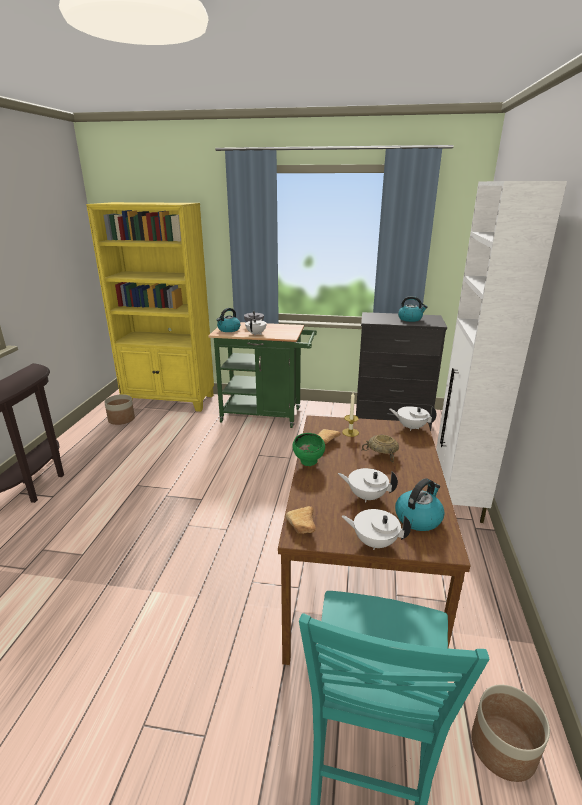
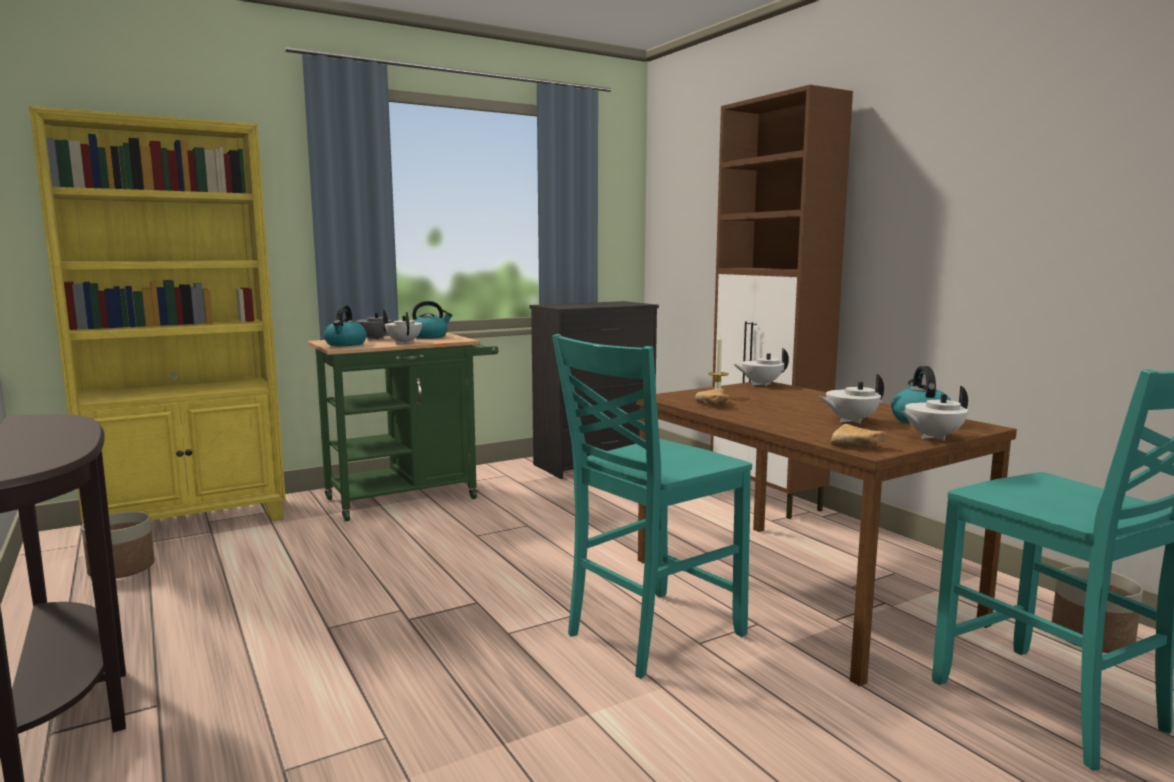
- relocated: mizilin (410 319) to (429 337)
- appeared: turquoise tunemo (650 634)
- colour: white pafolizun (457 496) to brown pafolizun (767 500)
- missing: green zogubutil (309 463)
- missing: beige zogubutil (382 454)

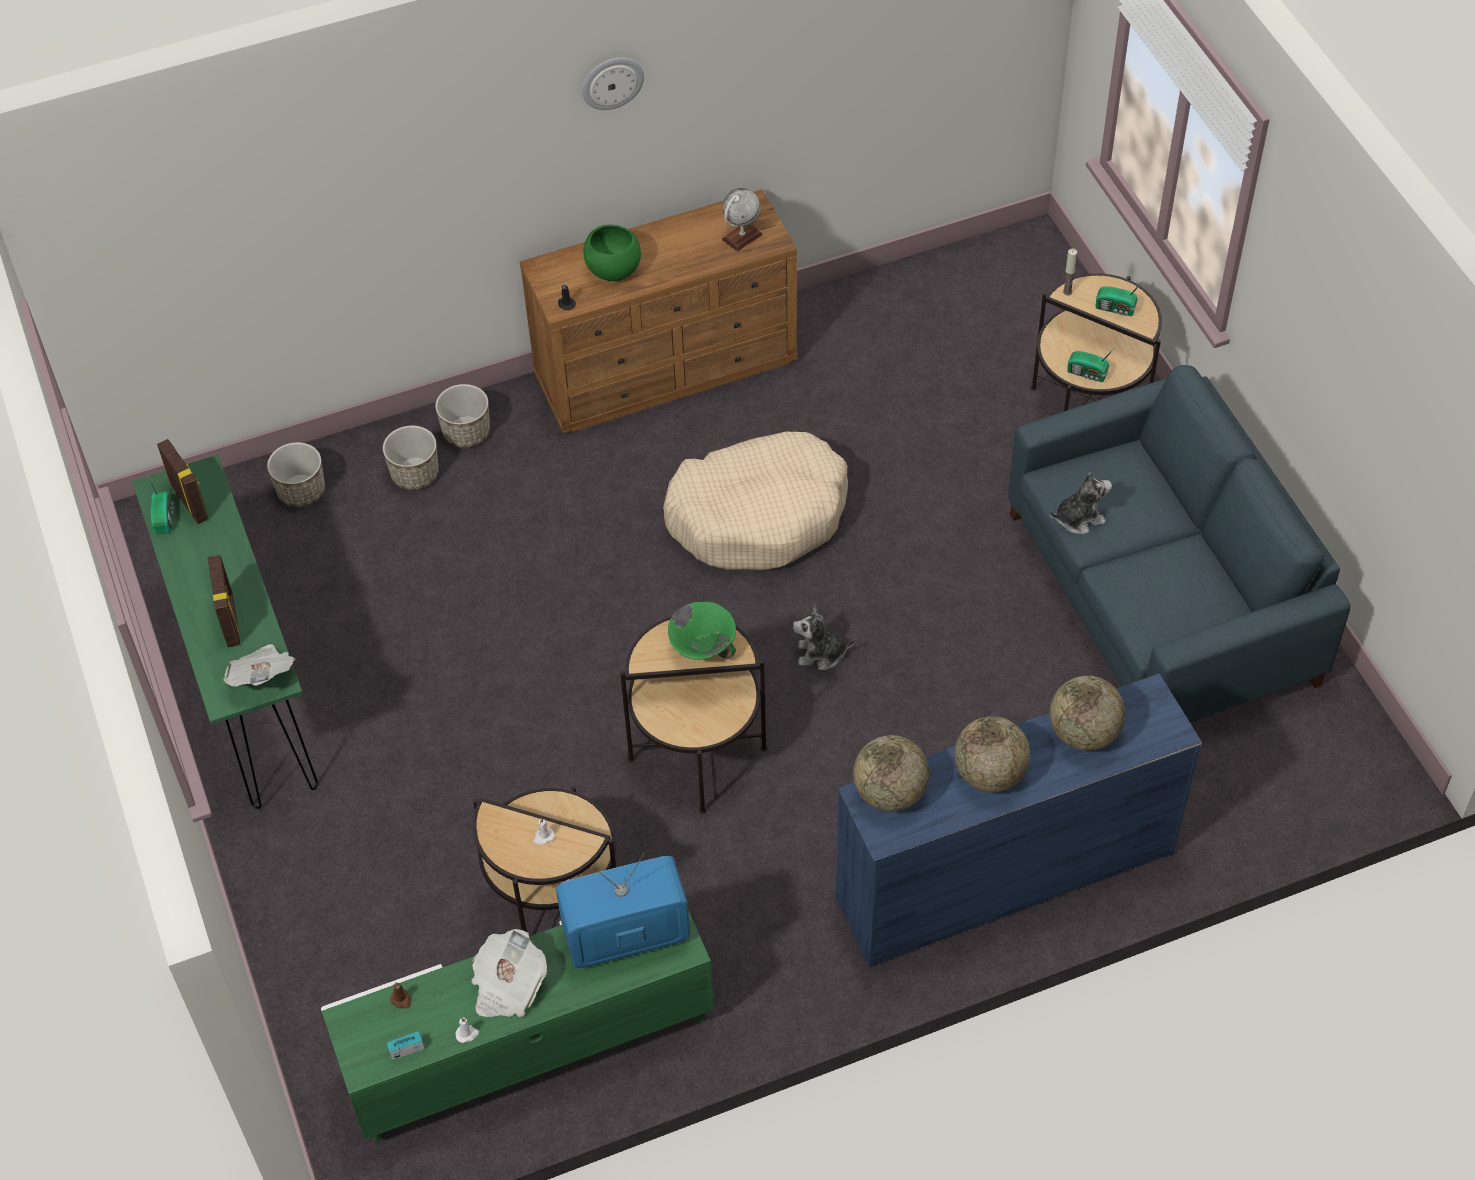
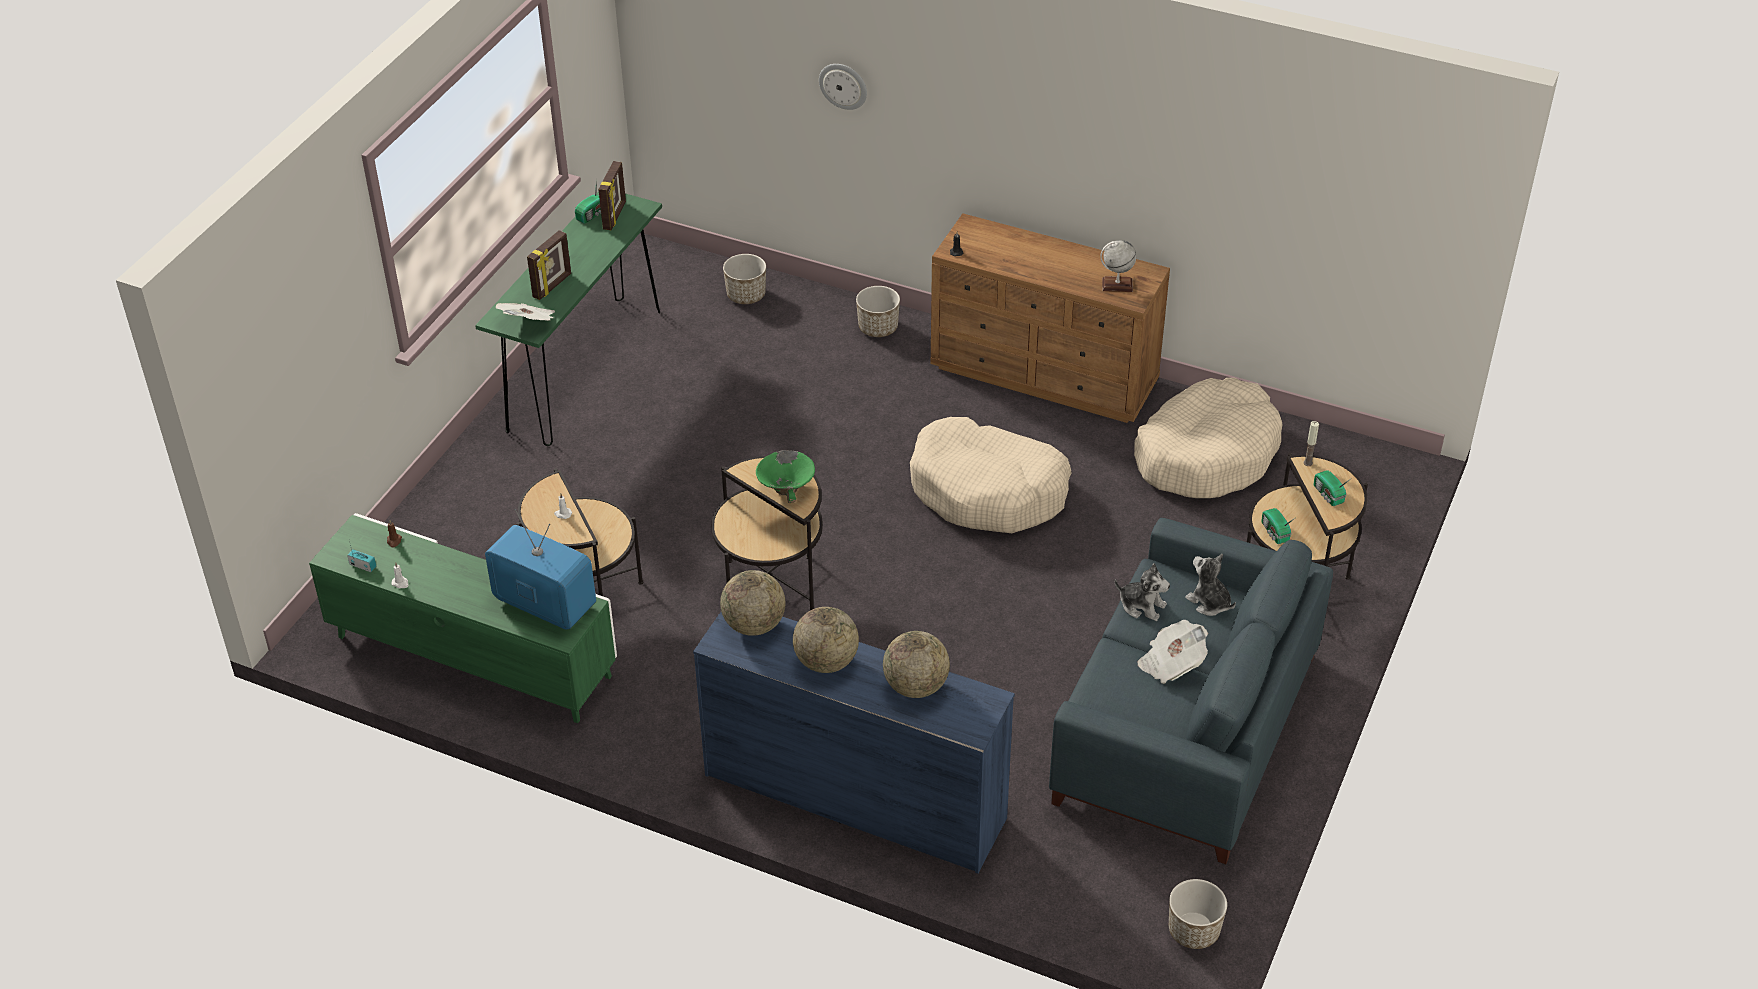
- relocated: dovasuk (612 82) to (843 85)
- appeared: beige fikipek (1206 454)
- relocated: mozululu (507 986) to (1171 663)
- relocated: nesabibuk (415 474) to (1193 931)
- relocated: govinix (820 654) to (1209 602)
- missing: green zogubutil (612 269)

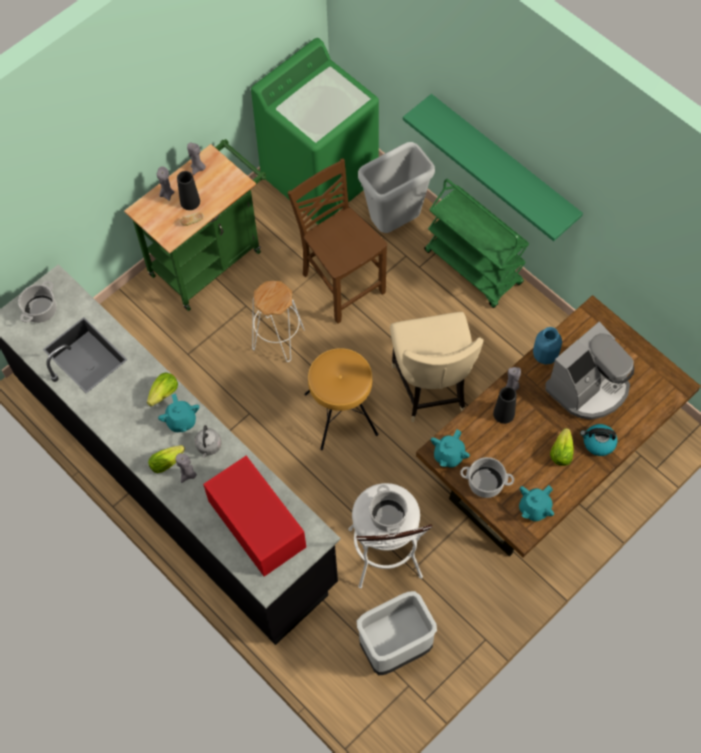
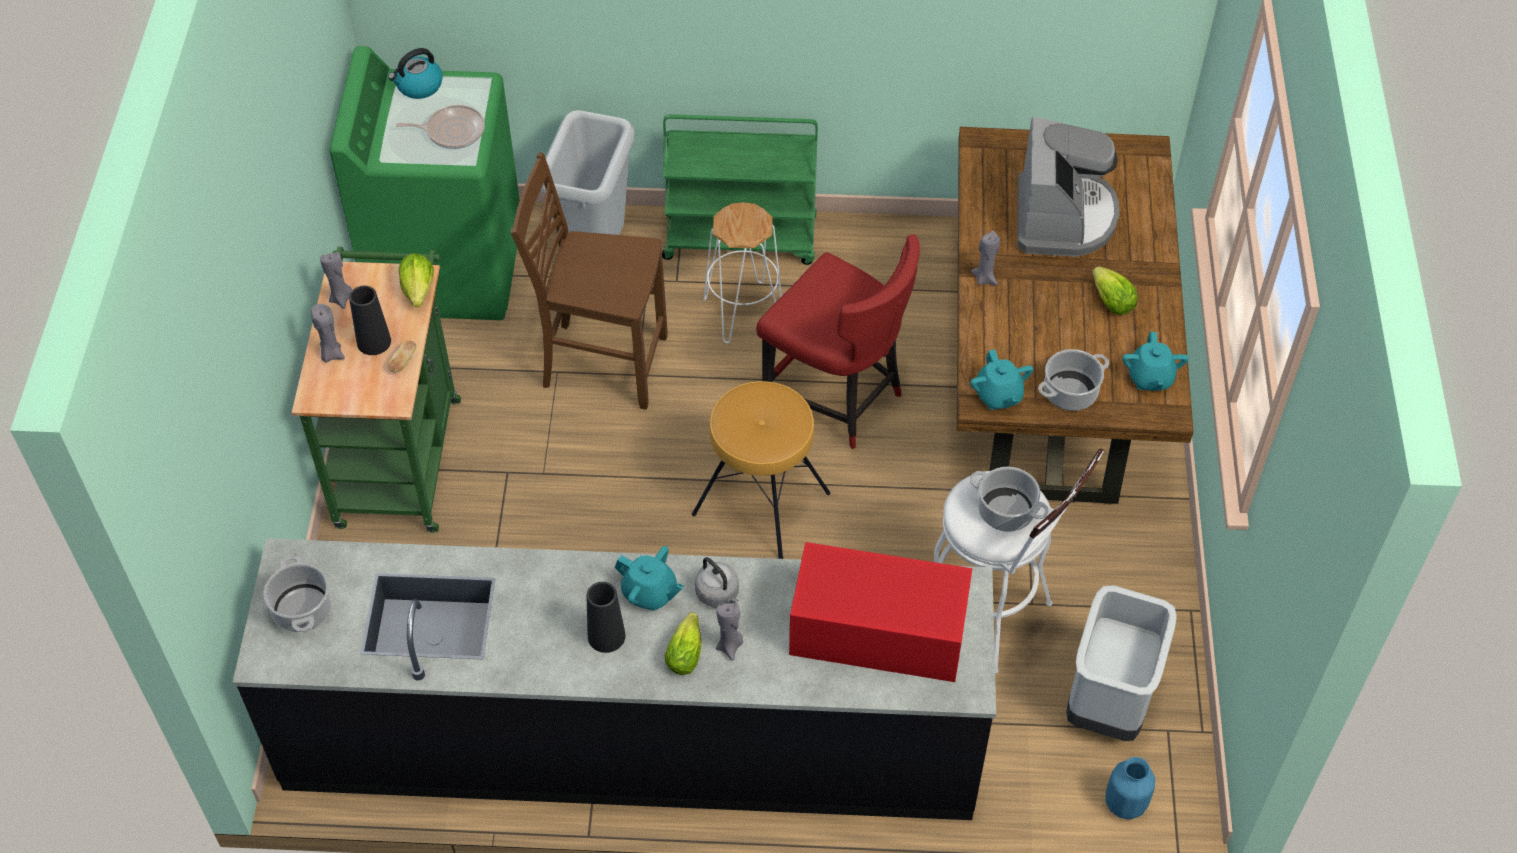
- relocated: mizilin (598 443) to (419 86)
- appeared: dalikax (452 131)
- relocated: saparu (164 393) to (418 290)
- relocated: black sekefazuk (504 413) to (606 636)
- relocated: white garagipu (278 338) to (743 312)
- colour: beige tunemo (431 390) to red tunemo (836 399)
- relocated: blue sekefazuk (545 356) to (1126 804)
- missing: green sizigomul (503 162)

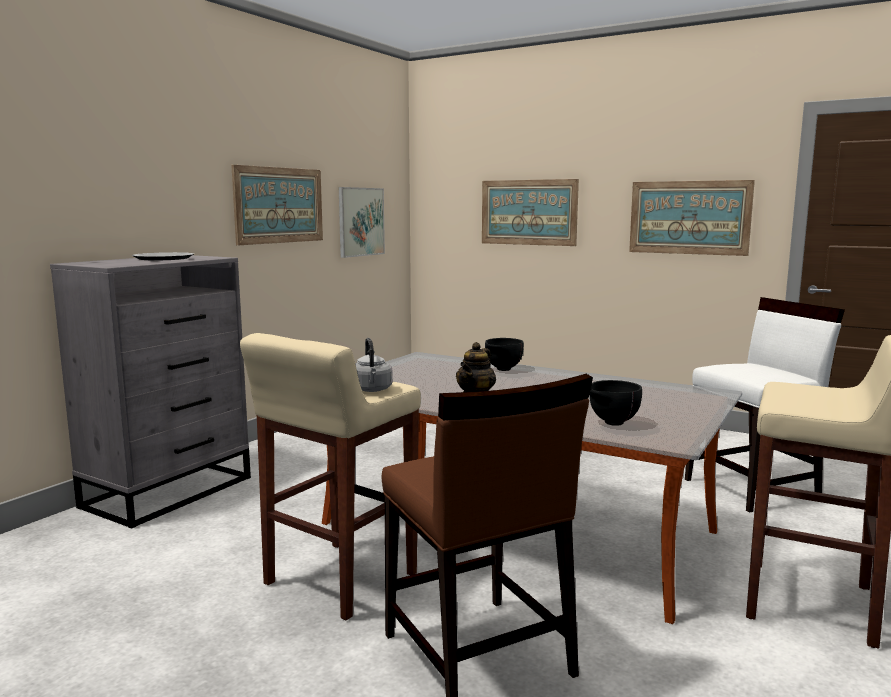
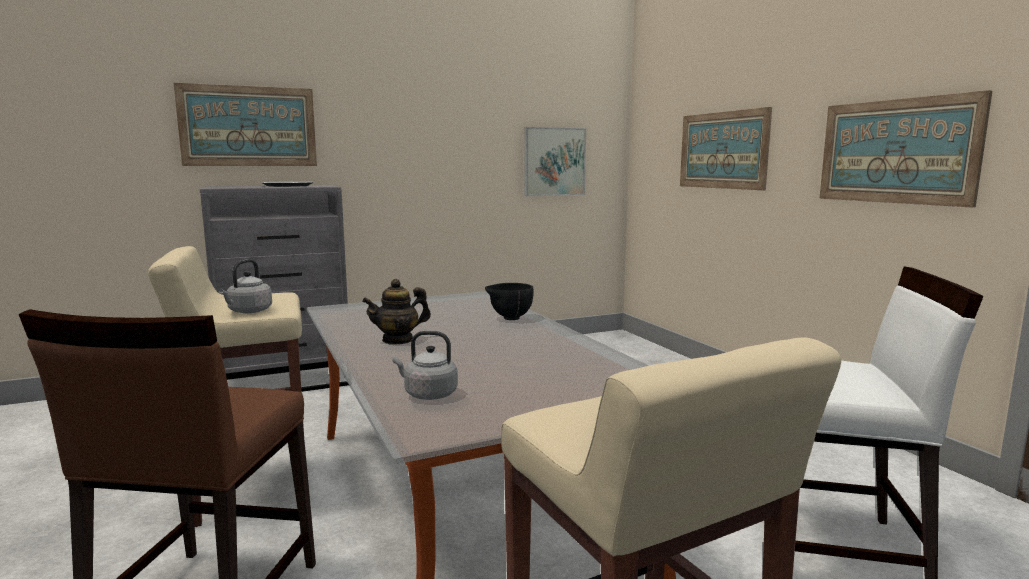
- relocated: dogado (279 205) to (248 126)
- exchanged: black zogubutil (611 423) to grey mizilin (428 394)

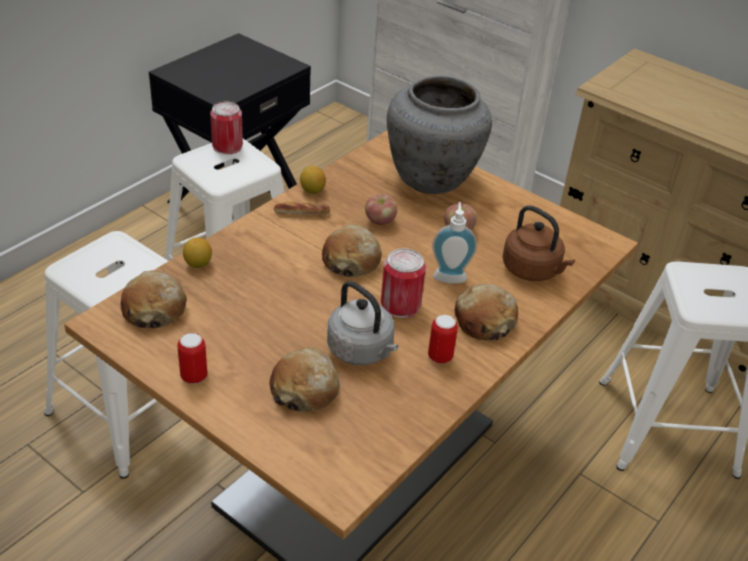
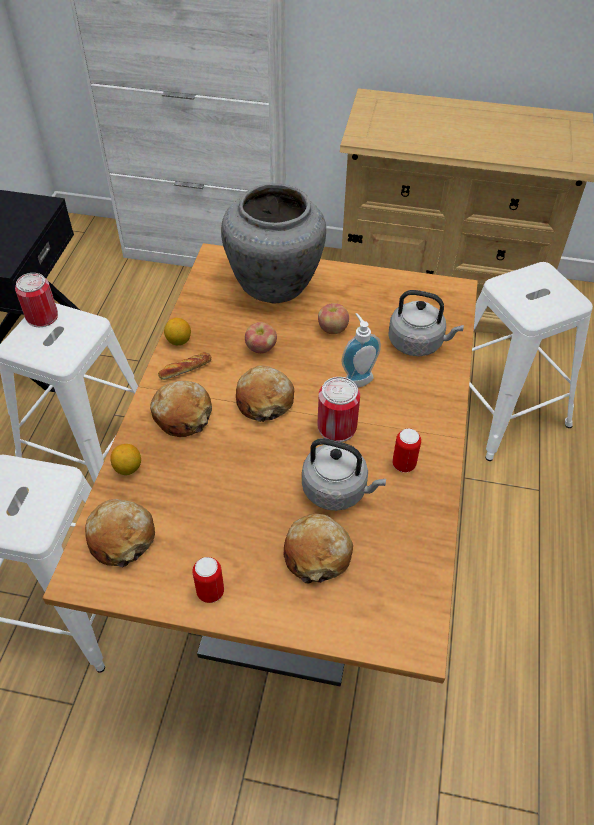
- relocated: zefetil (484 321) to (182 415)
- colour: brown mizilin (533 270) to grey mizilin (418 343)

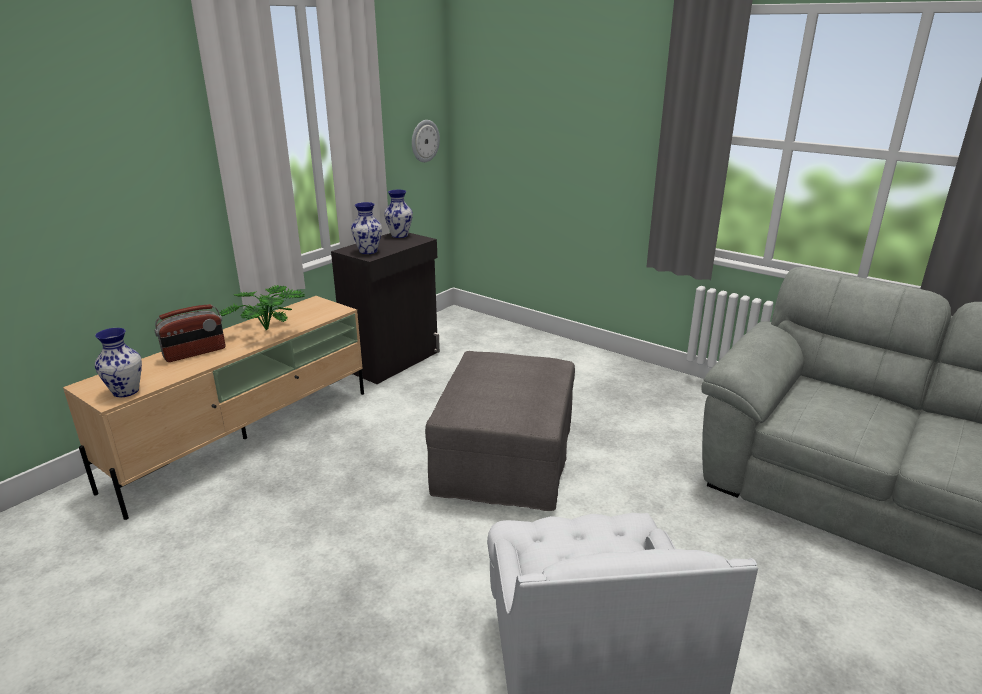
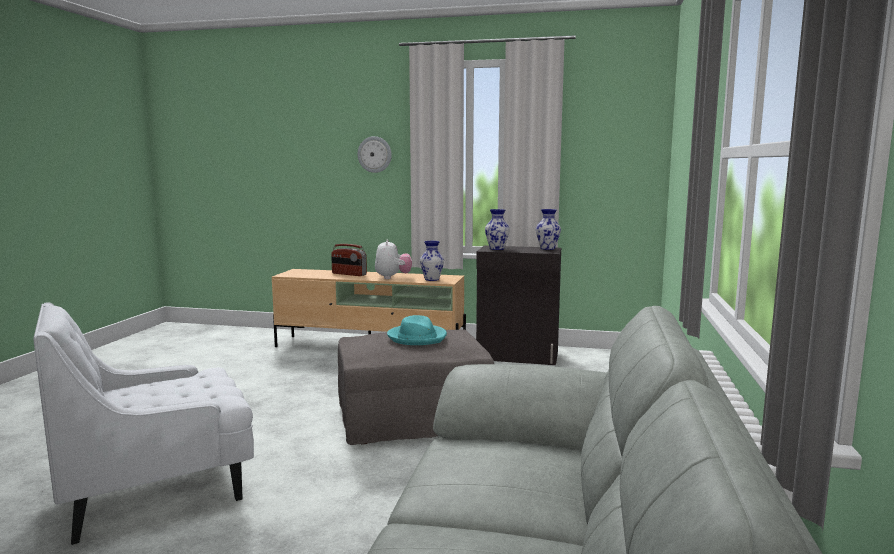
- relocated: dovasuk (424 141) to (374 154)
- exchanged: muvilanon (267 331) to govinix (392 277)
- appeared: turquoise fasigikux (417 337)
- relocated: sekefazuk (126 392) to (431 279)

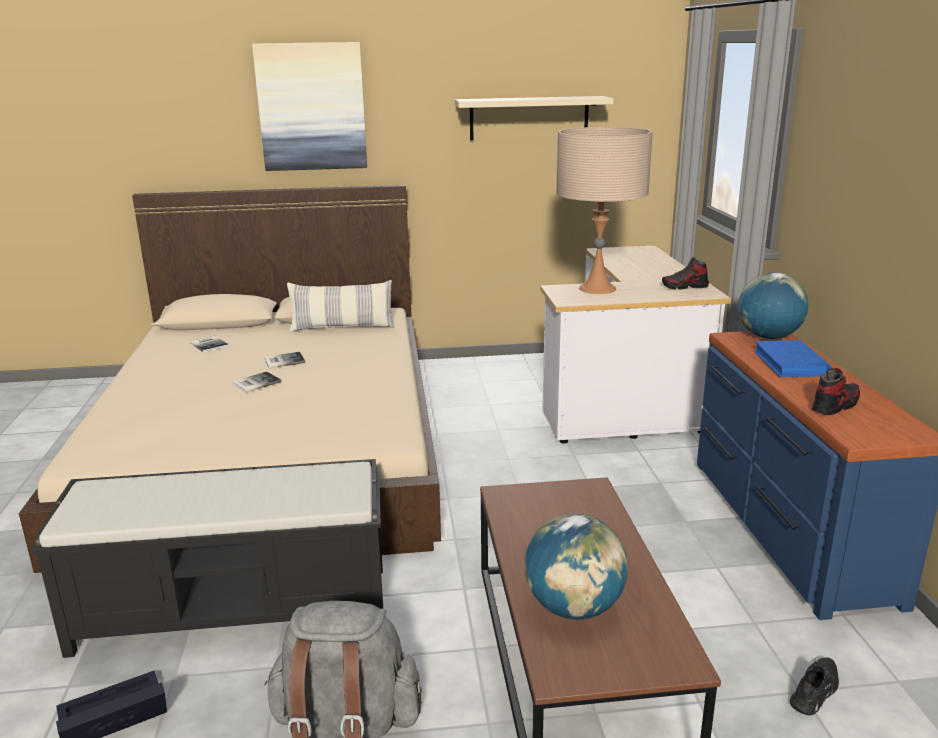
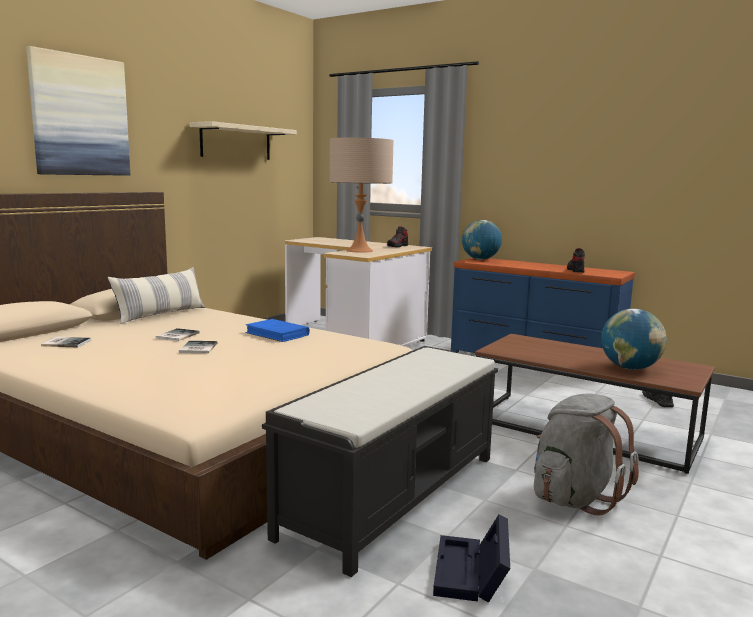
- relocated: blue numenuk (790 363) to (277 334)

